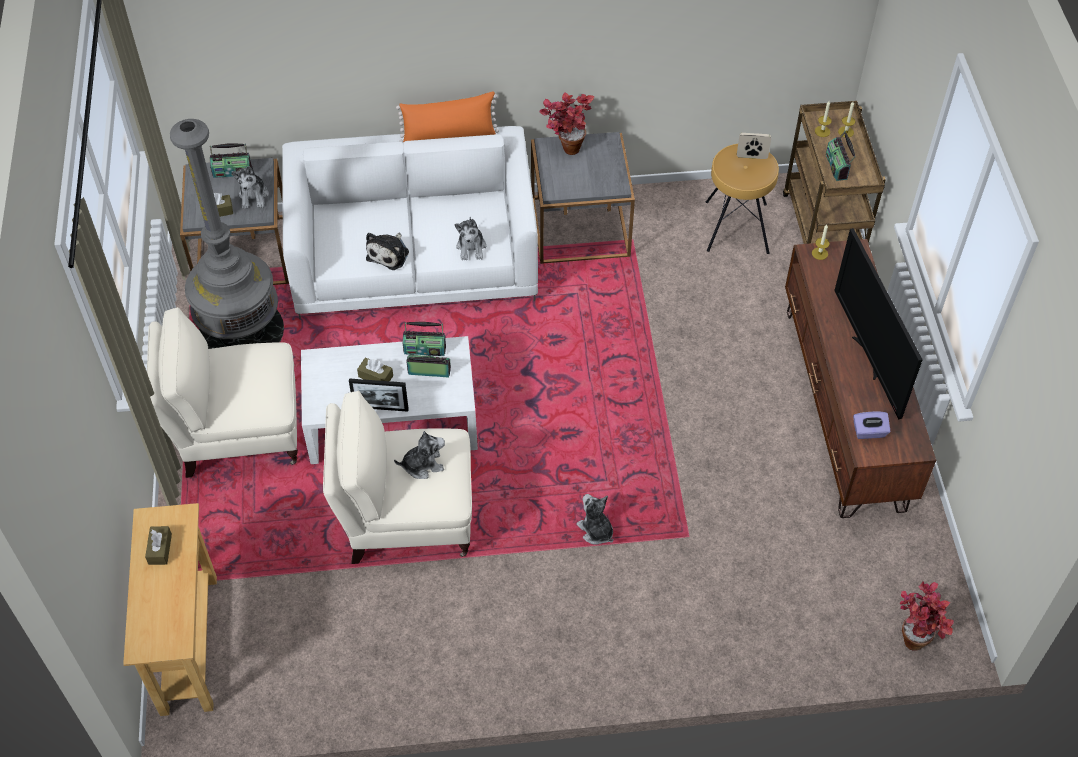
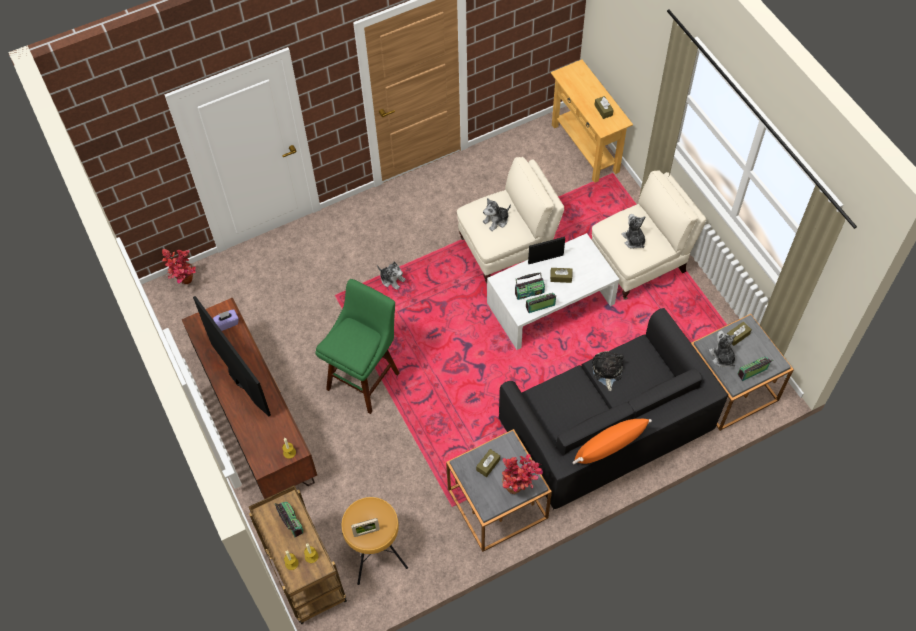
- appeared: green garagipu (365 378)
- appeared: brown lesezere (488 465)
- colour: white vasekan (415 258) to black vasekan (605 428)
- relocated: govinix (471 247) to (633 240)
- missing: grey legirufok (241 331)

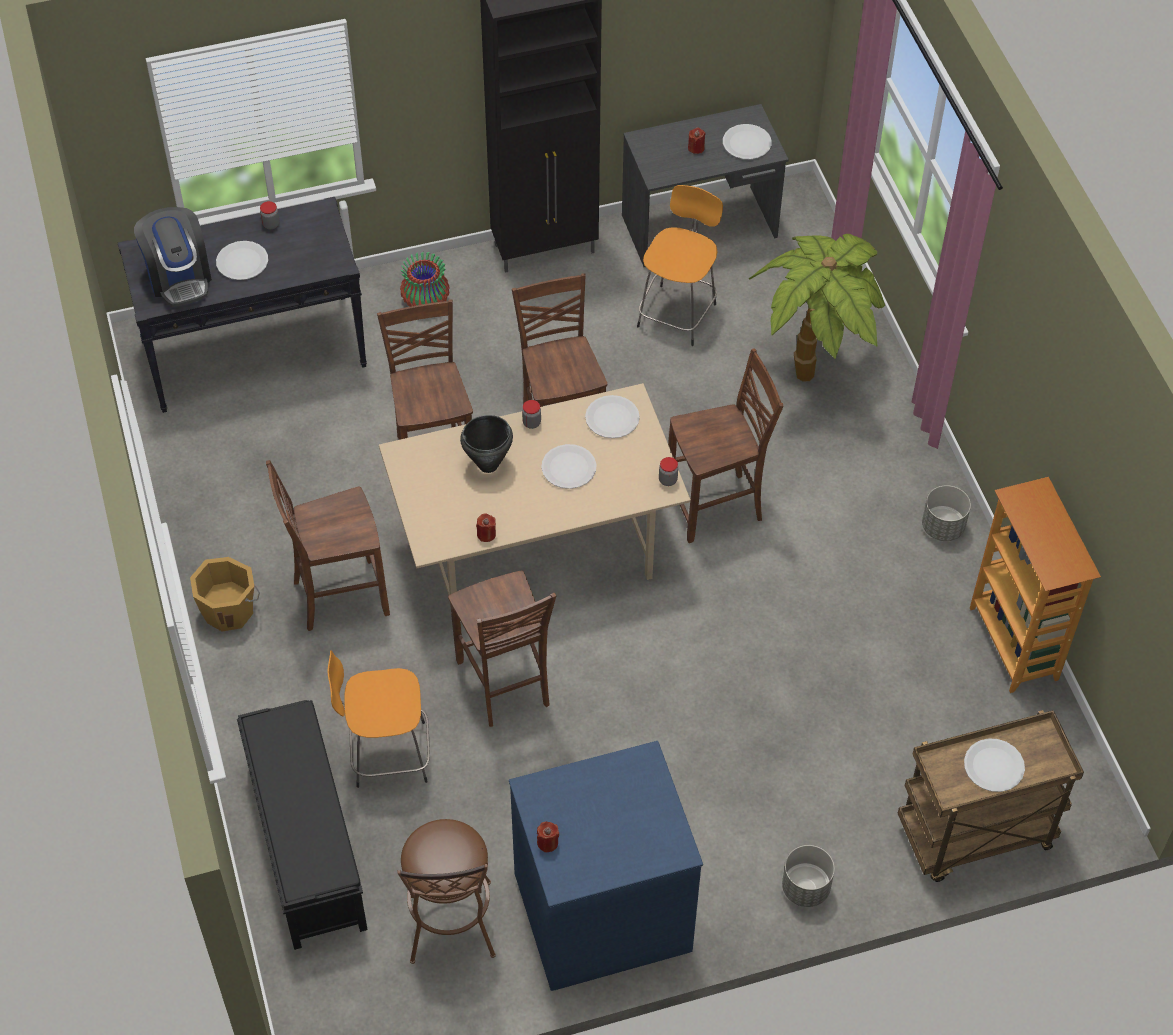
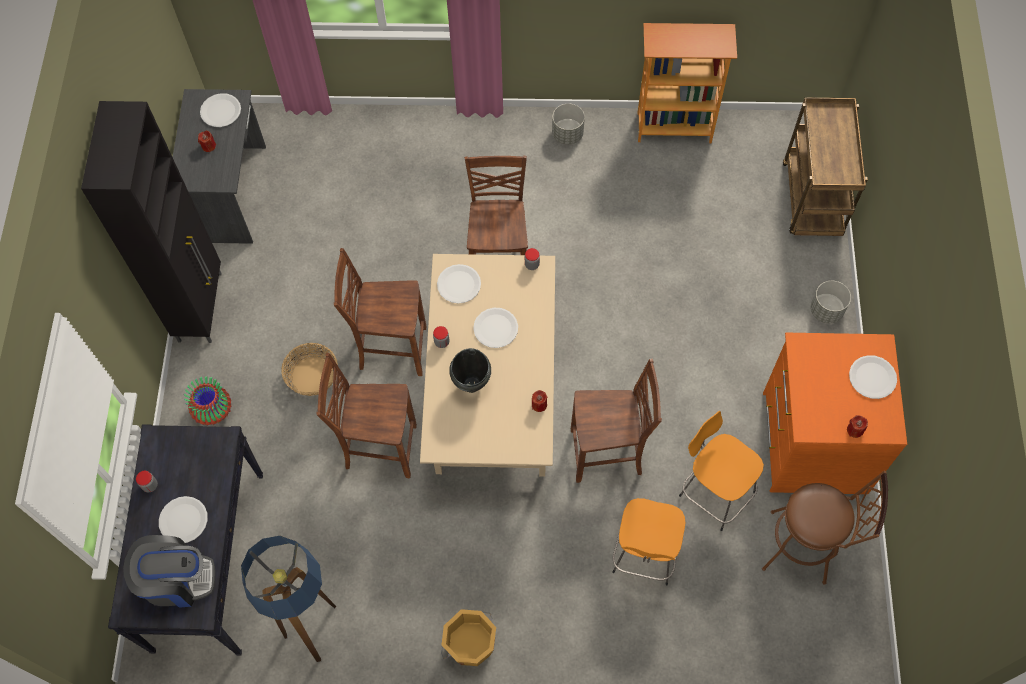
- appeared: legirufok (316 628)
- appeared: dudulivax (312 375)
- relocated: orange garagipu (678 313) to (714 492)
- colour: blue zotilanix (601 909) to orange zotilanix (812 442)
- relocated: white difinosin (993 766) to (872 378)
- missing: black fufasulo (306 843)
- missing: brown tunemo (338 596)
- missing: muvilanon (813 370)

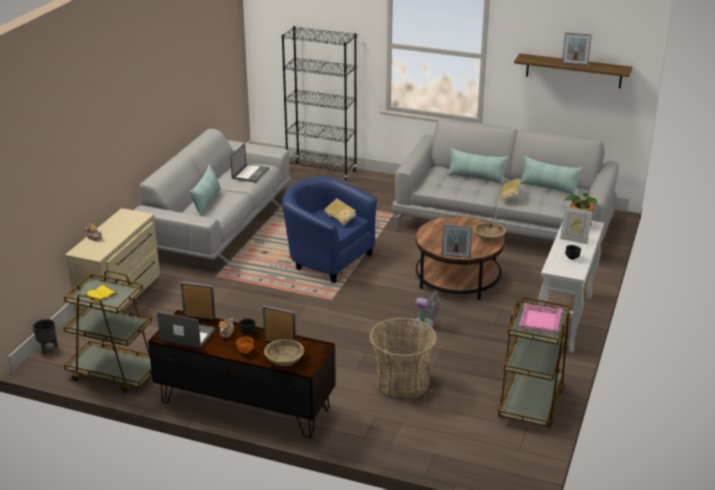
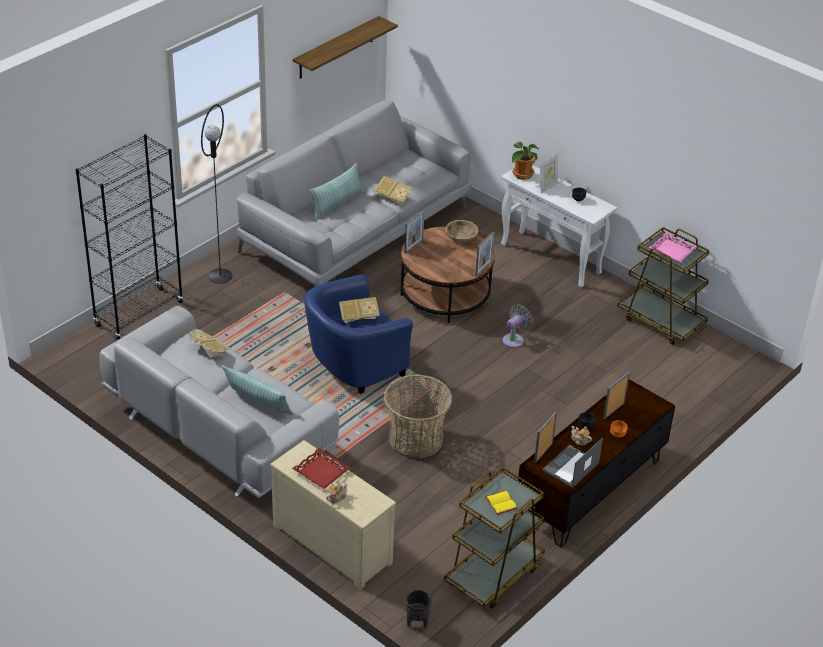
- exchanged: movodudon (250 173) to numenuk (208 351)
- appeared: black legirufok (220 276)
- appeared: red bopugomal (321 472)
- relocated: dudulivax (401 383) to (416 439)
- relocated: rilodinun (575 64) to (413 246)
- missing: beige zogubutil (284 360)
- missing: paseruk (548 188)

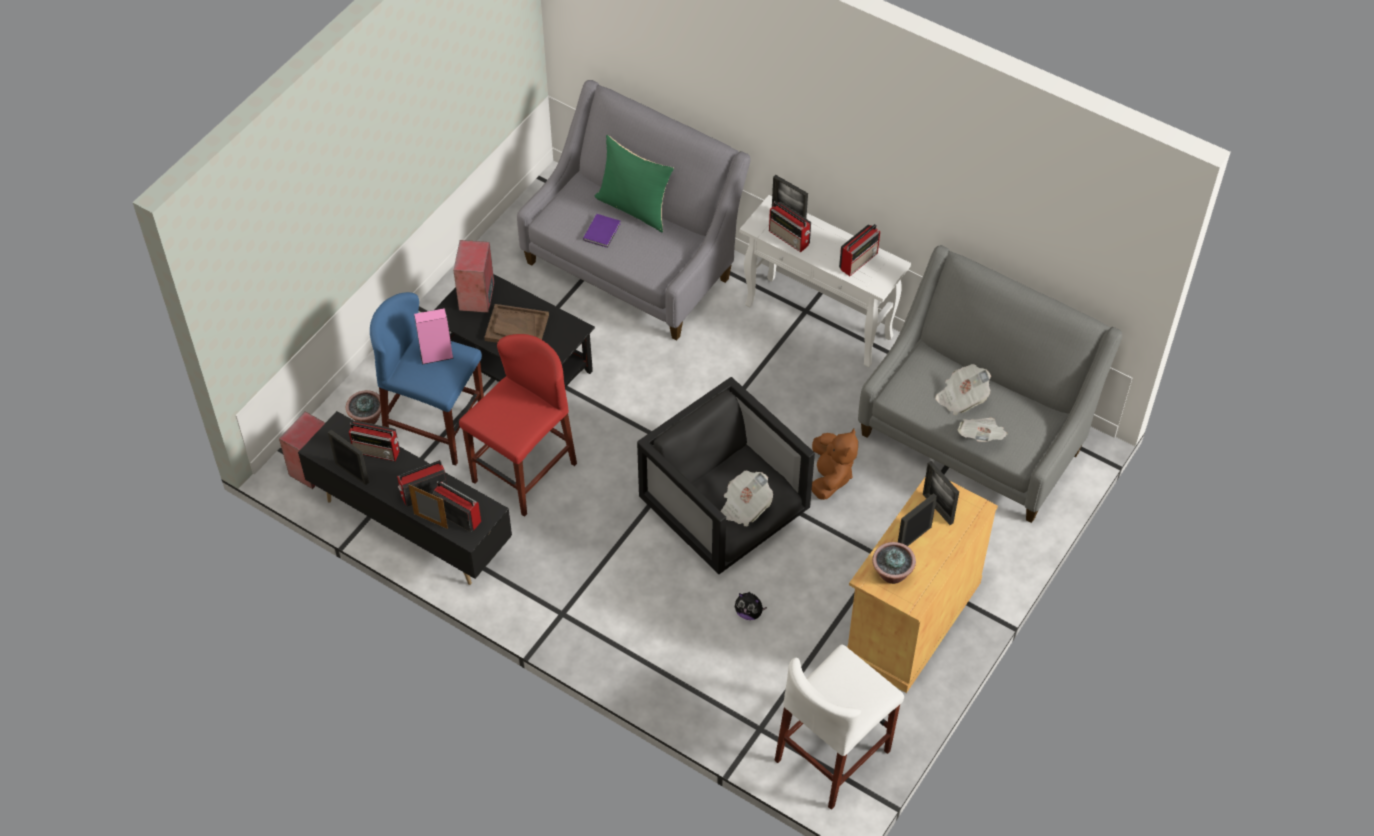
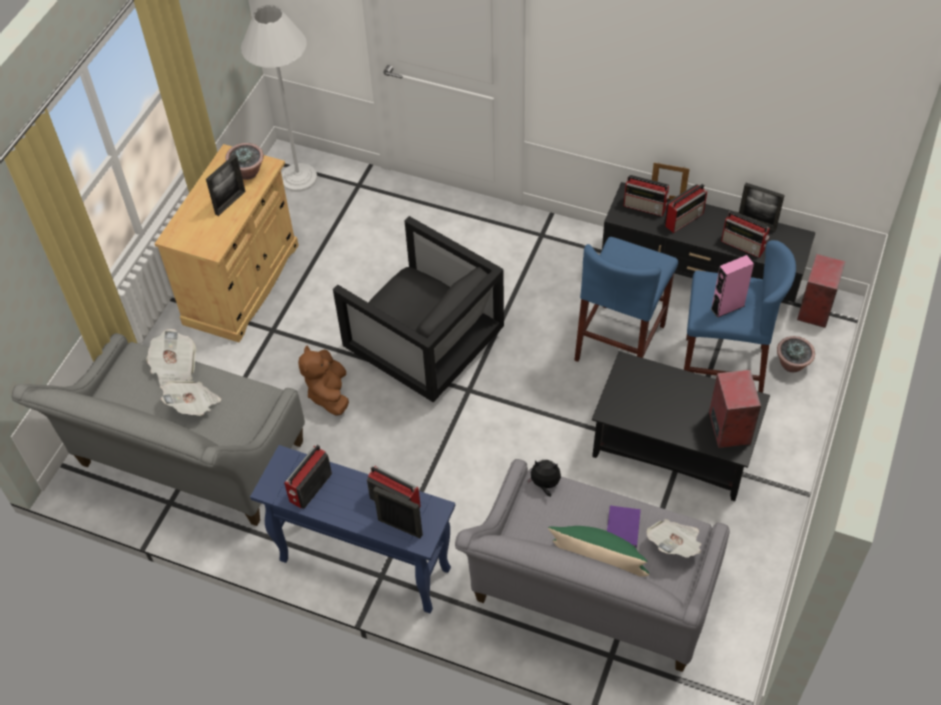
- exchanged: white garagipu (833 755) to white legirufok (298 178)
- colour: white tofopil (820 321) to blue tofopil (363 565)
- relocated: govinix (749 613) to (545 484)
- colour: red garagipu (524 472) to blue garagipu (620 342)
- relocated: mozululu (744 506) to (675 545)
- spun: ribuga (377 451) = (744 245) 150 degrees counterclockwise
- missing: brown bopugomal (516 328)
- missing: rilodinun (937 508)

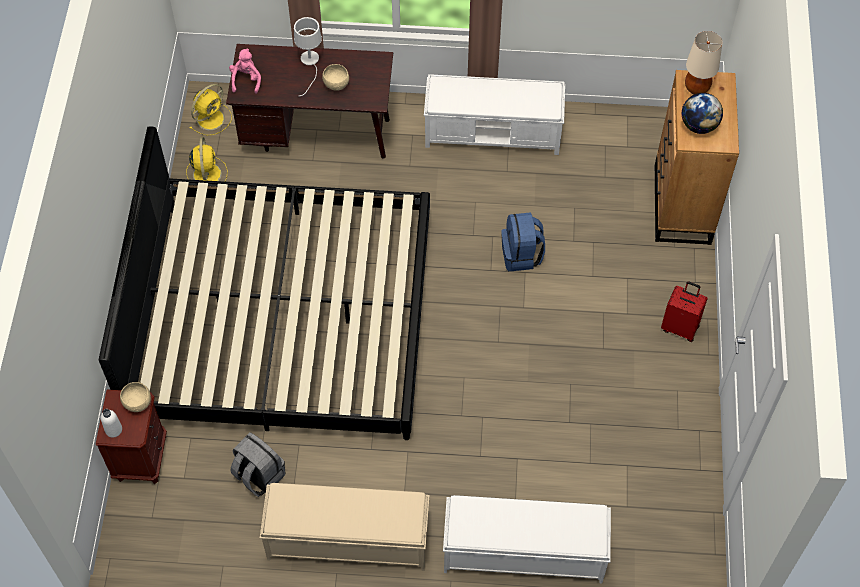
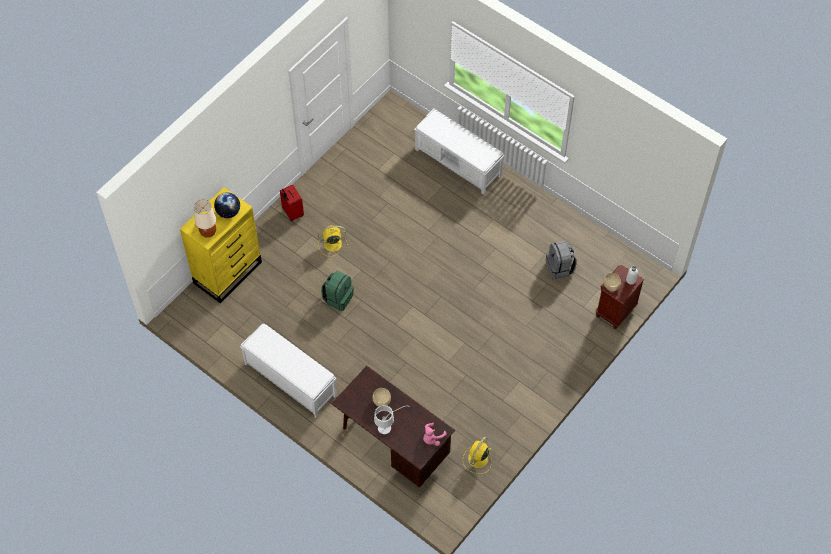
- colour: brown zotilanix (682 205) to yellow zotilanix (228 272)
- relocated: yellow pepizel (211 118) to (331 244)
- colour: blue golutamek (521 255) to green golutamek (338 298)
- missing: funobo (283 318)
- missing: beige fufasulo (347 540)

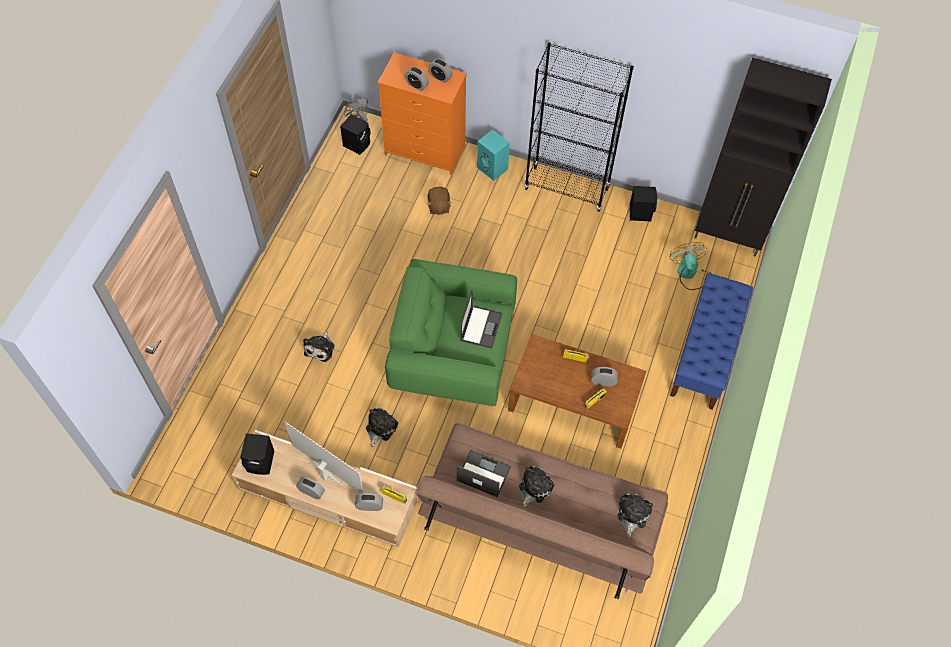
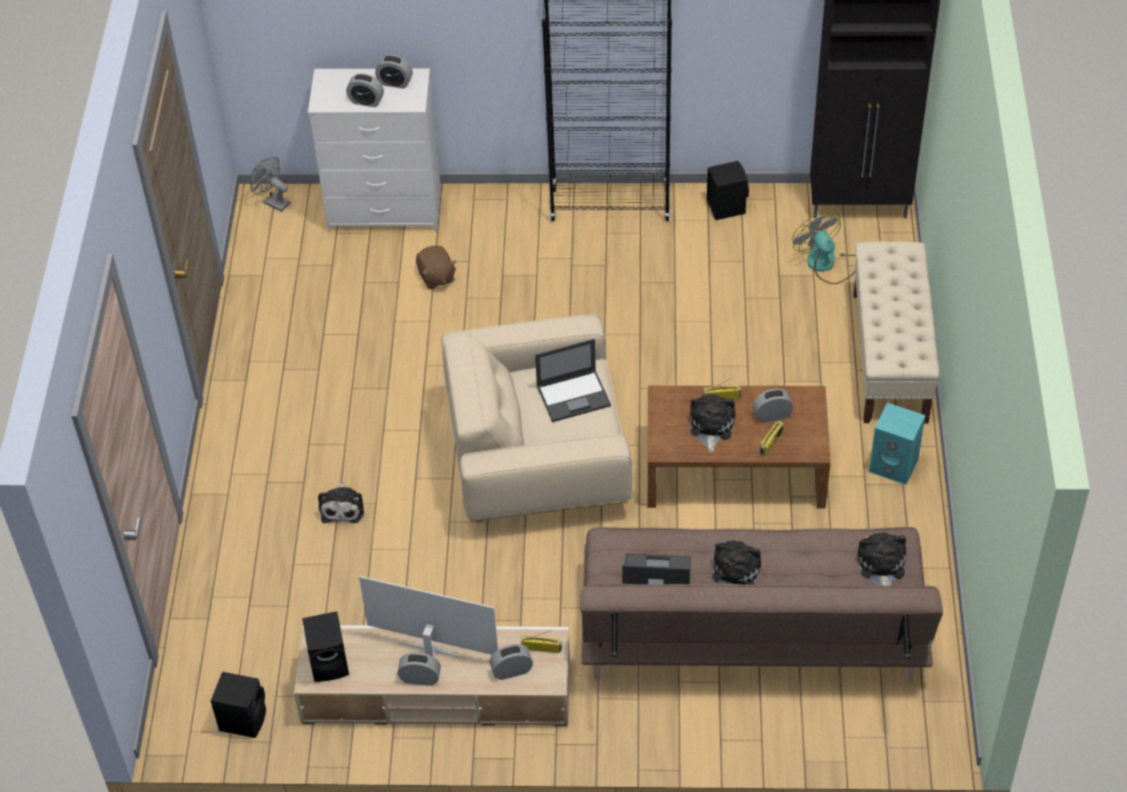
- relocated: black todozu (357 144) to (244 718)
- colour: orange zotilanix (425 150) to white zotilanix (386 210)
- colour: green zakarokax (452 352) to beige zakarokax (537 457)
- spun: movodudon (481 326) = (574 395) 75 degrees clockwise
- relocated: govinix (380 428) to (711 427)
- colour: blue fufasulo (705 354) to beige fufasulo (890 357)
- relocated: turquoise todozu (493 168) to (895 465)

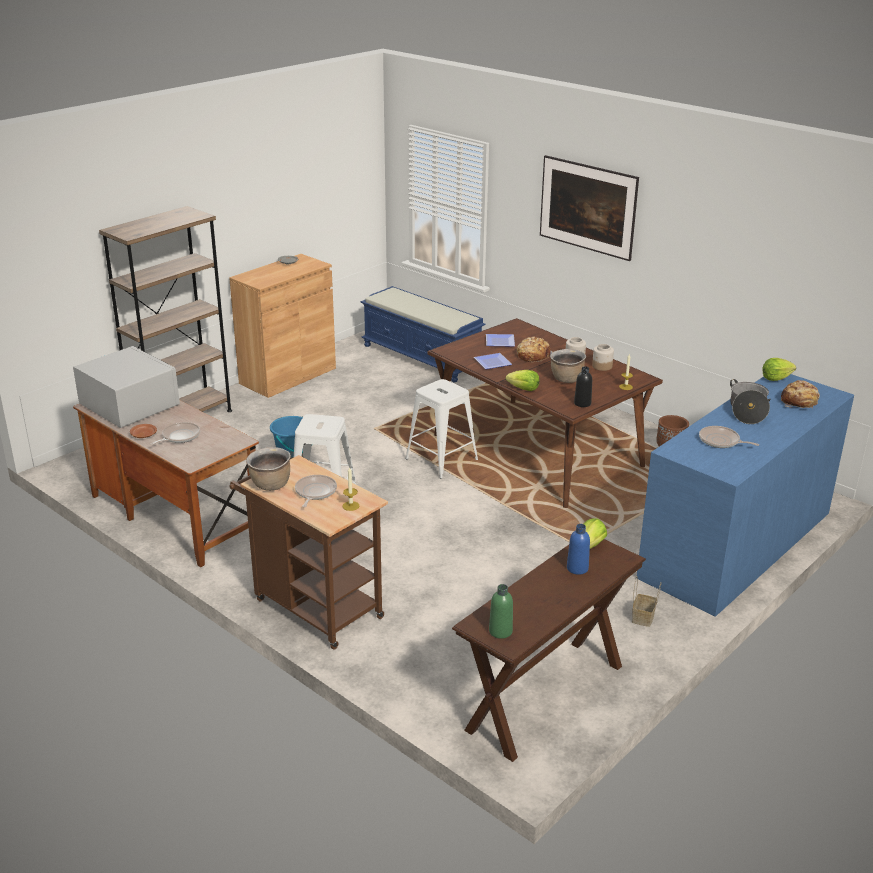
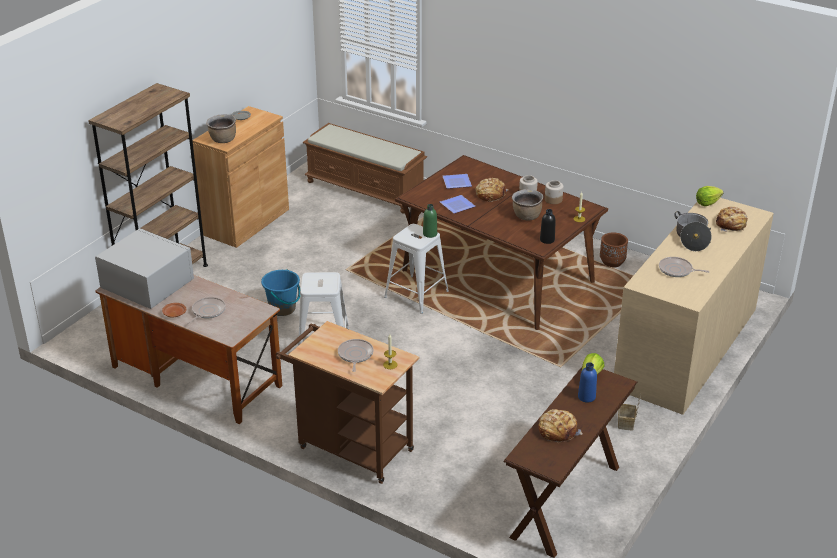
- relocated: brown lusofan (270 485) to (223 140)
- colour: blue fufasulo (422 357) to brown fufasulo (366 189)
- relocated: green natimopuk (500 631) to (430 234)
- appeared: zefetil (557 430)
- colour: blue zotilanix (736 544) to beige zotilanix (686 347)
- missing: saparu (523 389)
- missing: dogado (586 227)

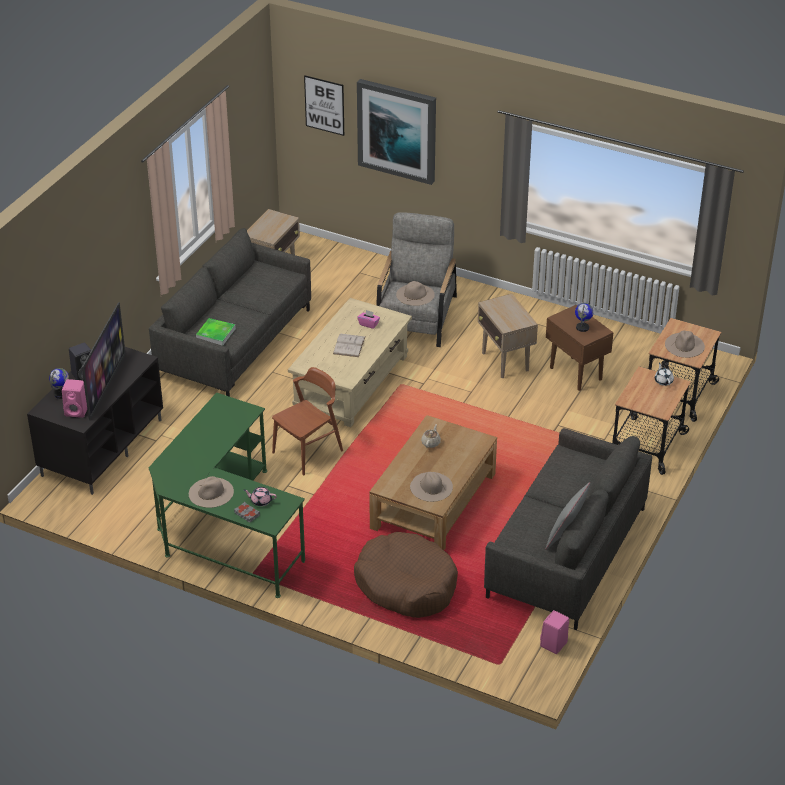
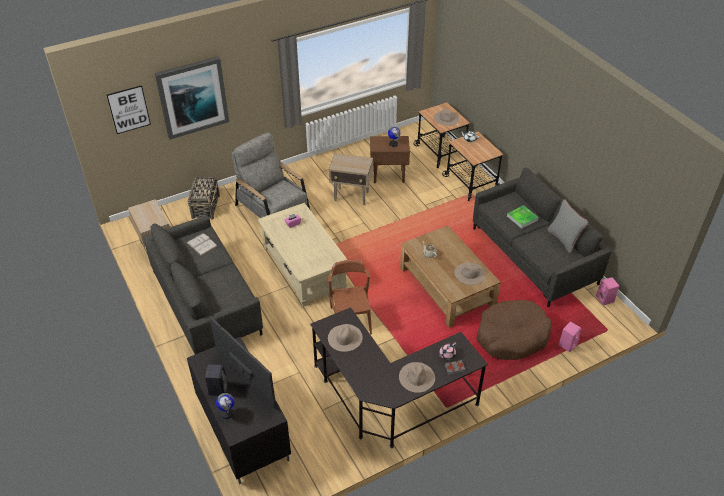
- relocated: white numenuk (349 345) to (201 244)
- appeared: dudulivax (206 206)
- colour: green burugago (224 528) to black burugago (389 400)
- relocated: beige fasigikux (415 294) to (345 337)
- relocated: bopugomal (216 334) to (522 218)
- relocated: pink todozu (77 411) to (568 344)

